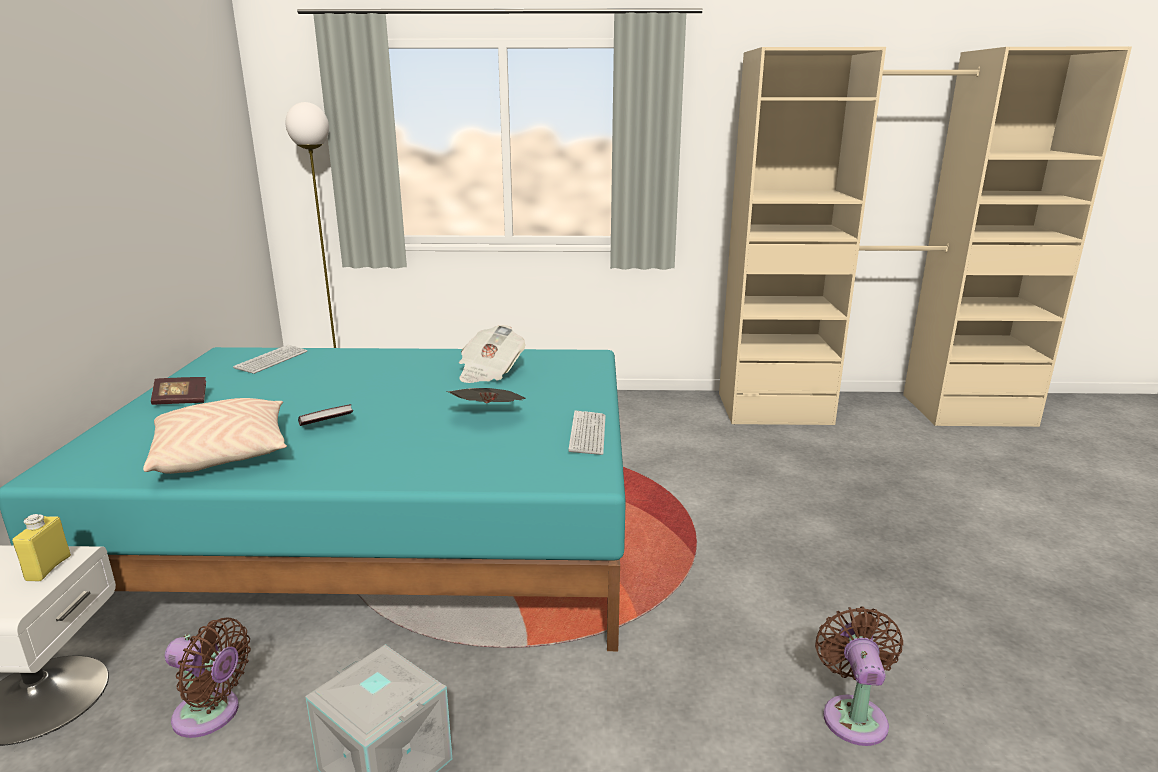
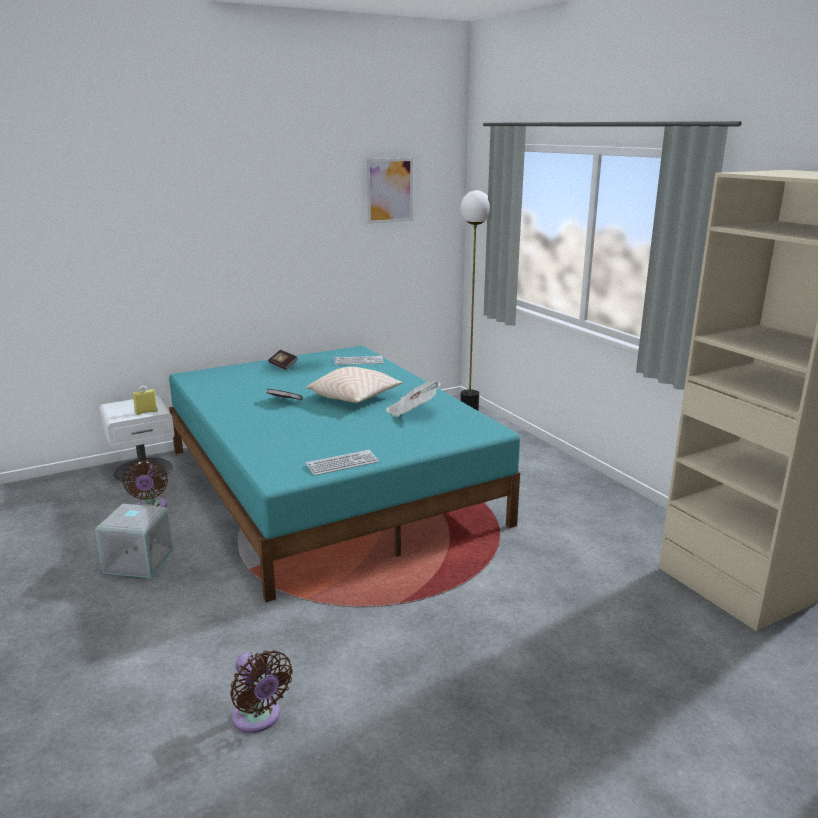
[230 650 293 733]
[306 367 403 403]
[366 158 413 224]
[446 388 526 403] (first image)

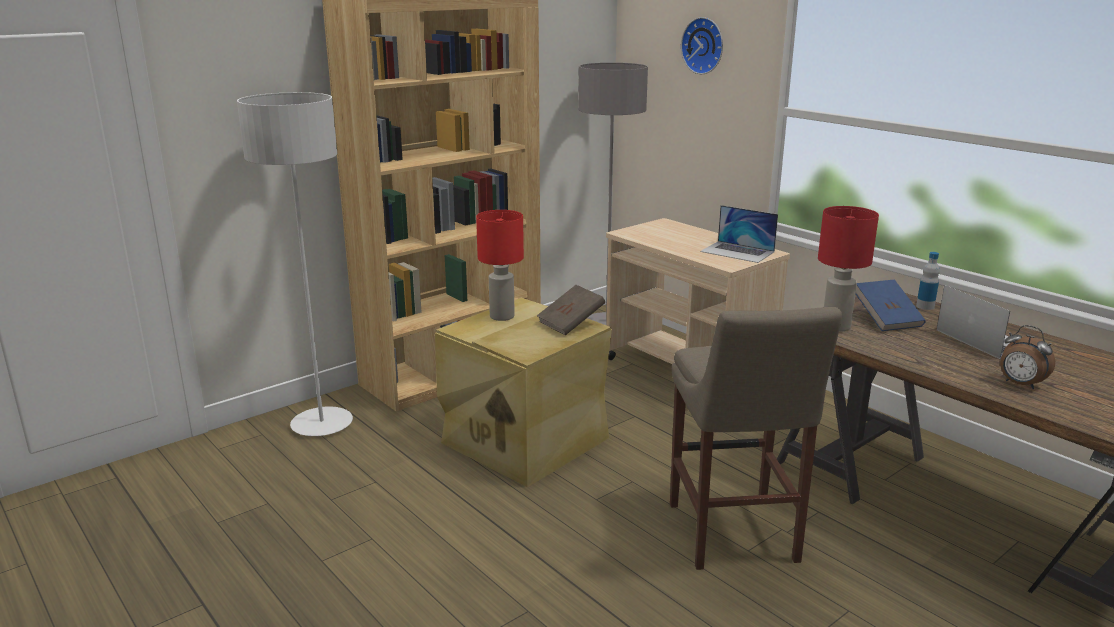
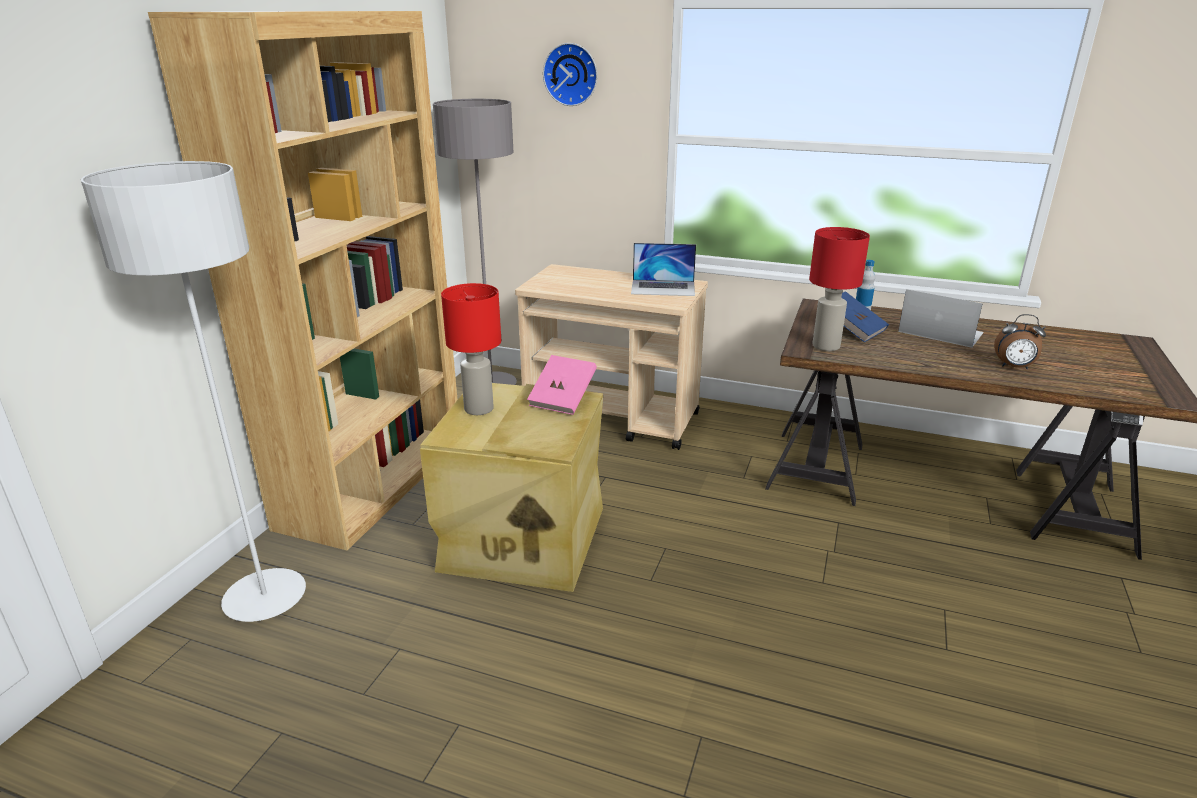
[527 355 597 415]
[670 307 842 570] (first image)

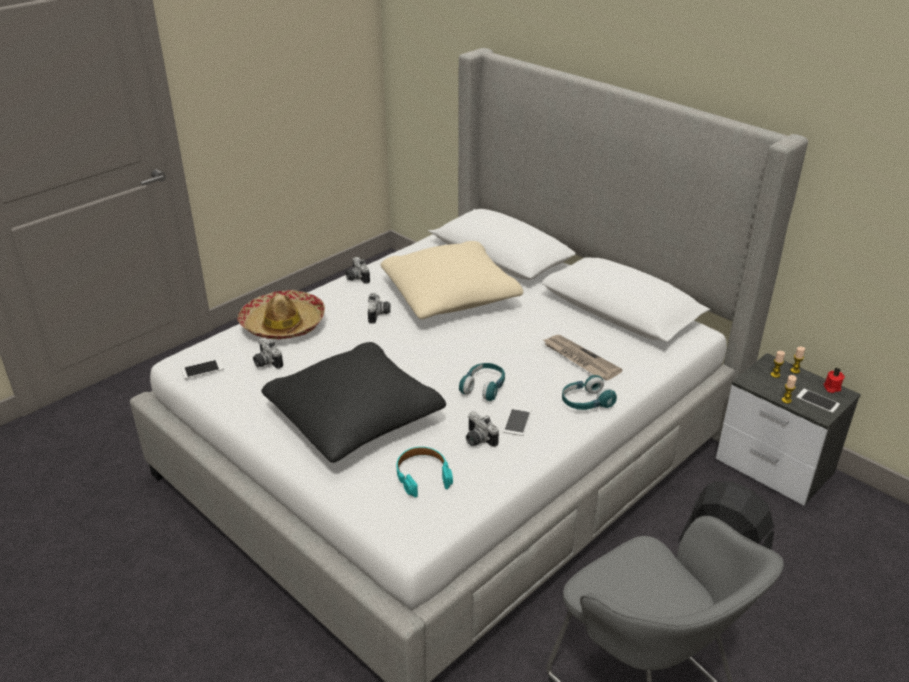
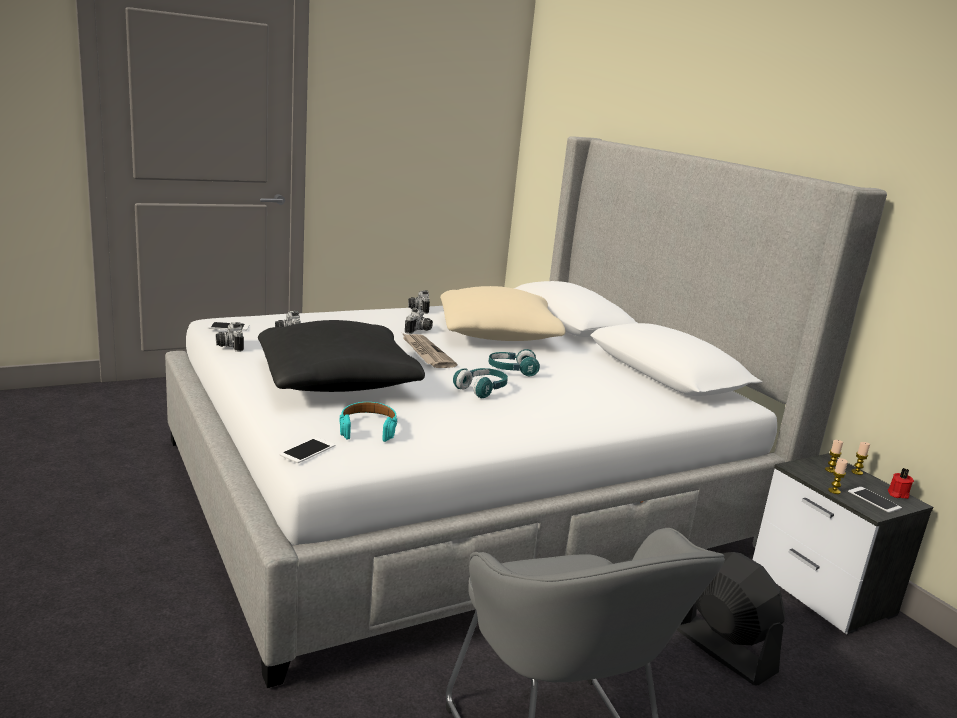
[216 322 244 352]
[279 437 335 463]
[402 333 457 368]
[489 349 540 376]
[237 290 325 339] (first image)

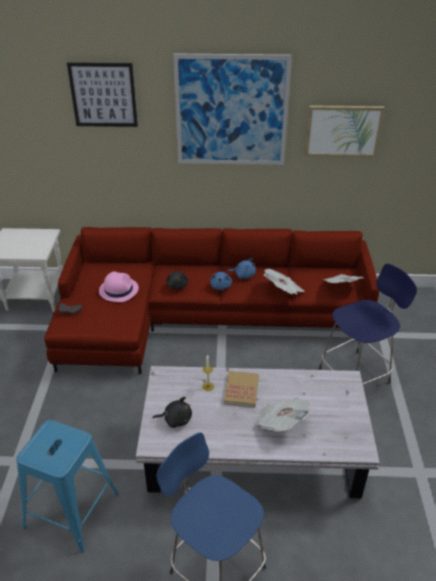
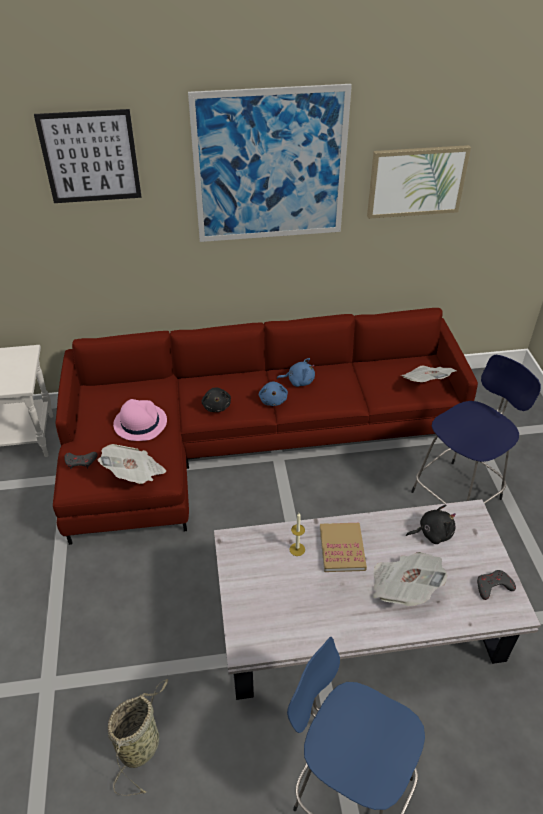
[97 444 166 484]
[108 679 168 796]
[406 505 456 544]
[477 570 516 600]

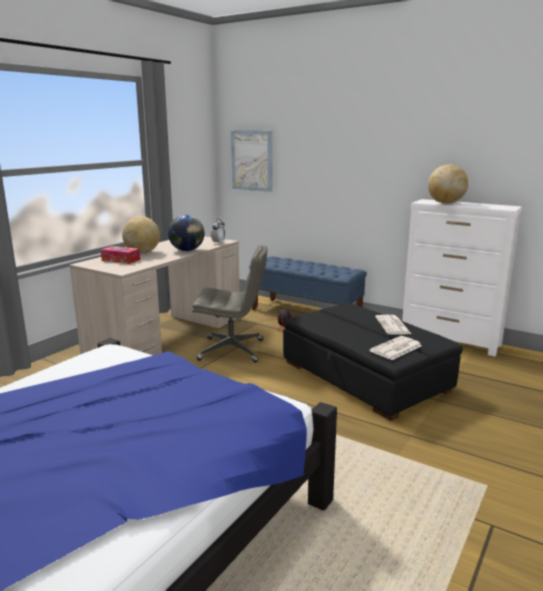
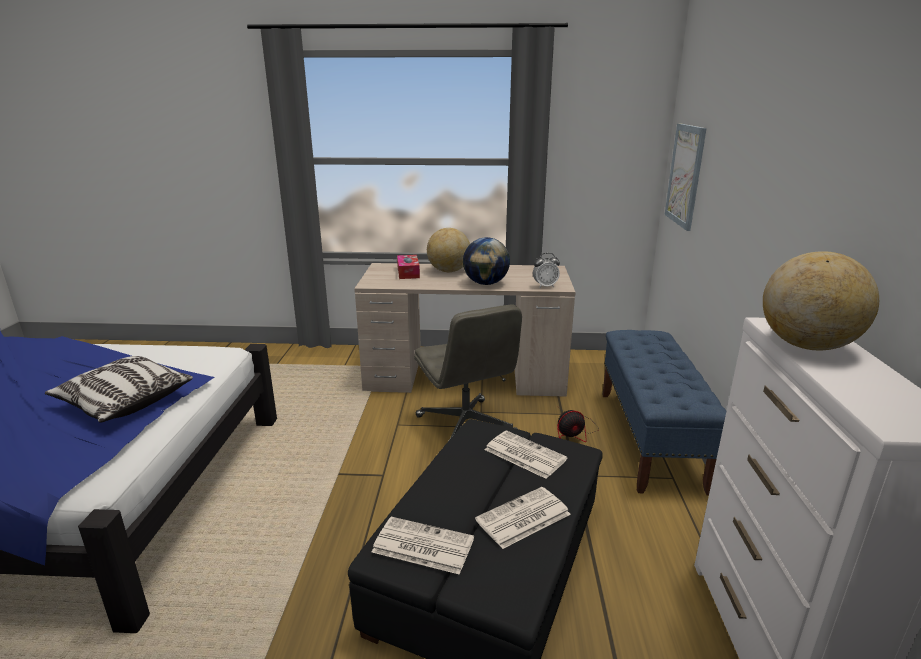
[45 356 193 423]
[485 430 567 479]

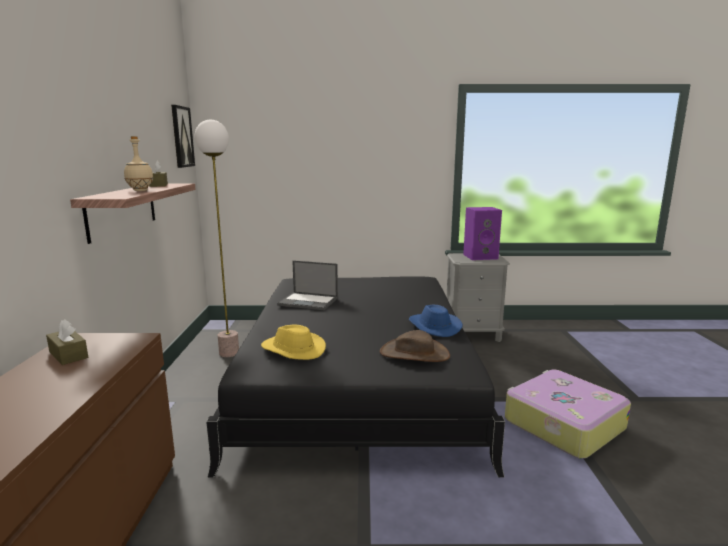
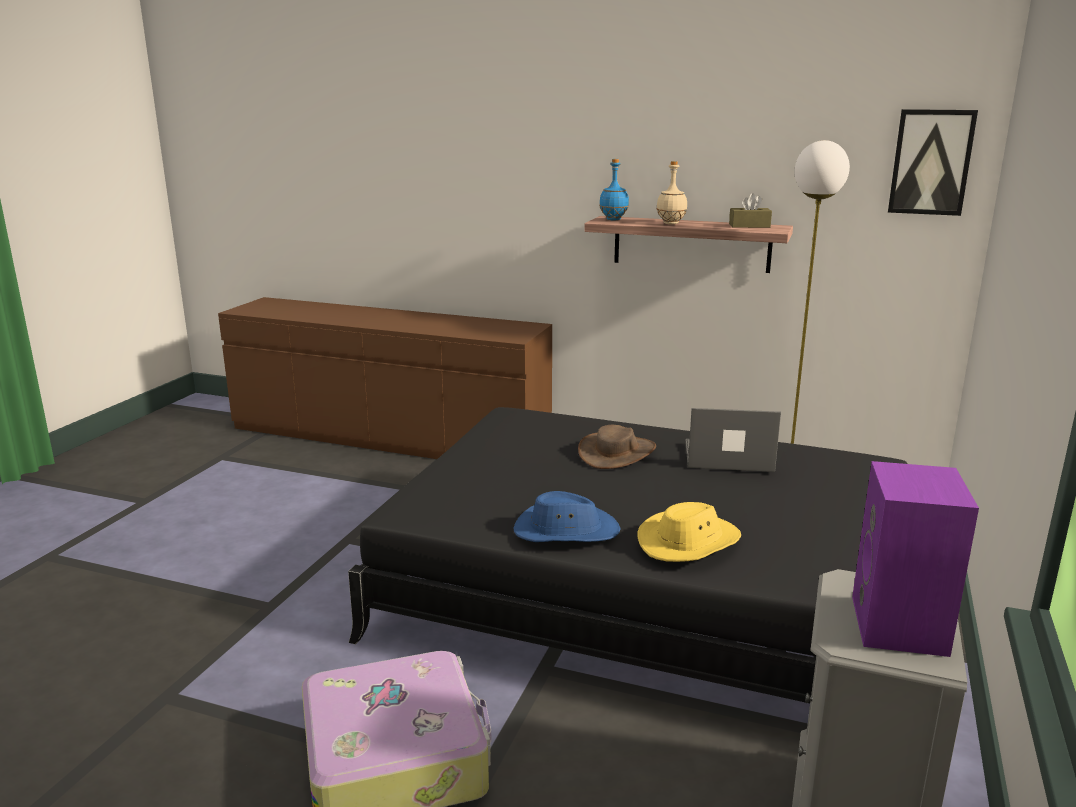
[578 425 656 469]
[599 159 629 221]
[638 502 741 562]
[685 408 781 472]
[46 319 88 365] (first image)

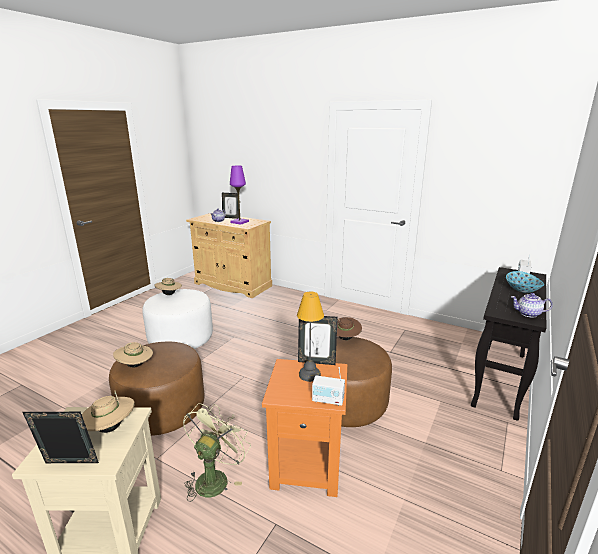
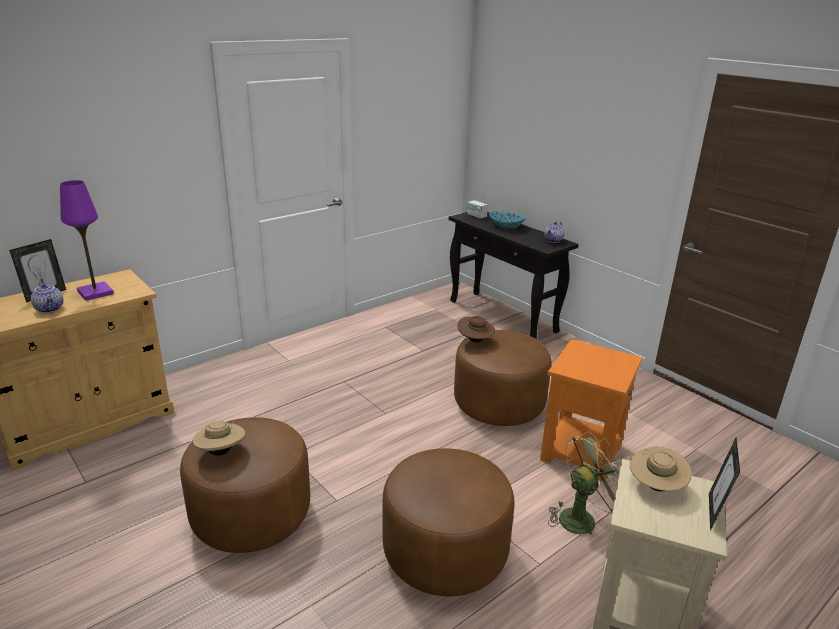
[180 417 310 553]
[548 431 623 538]
[113 342 153 368] (first image)
[297 292 324 382] (first image)
[298 316 338 365] (first image)
[312 367 345 406] (first image)

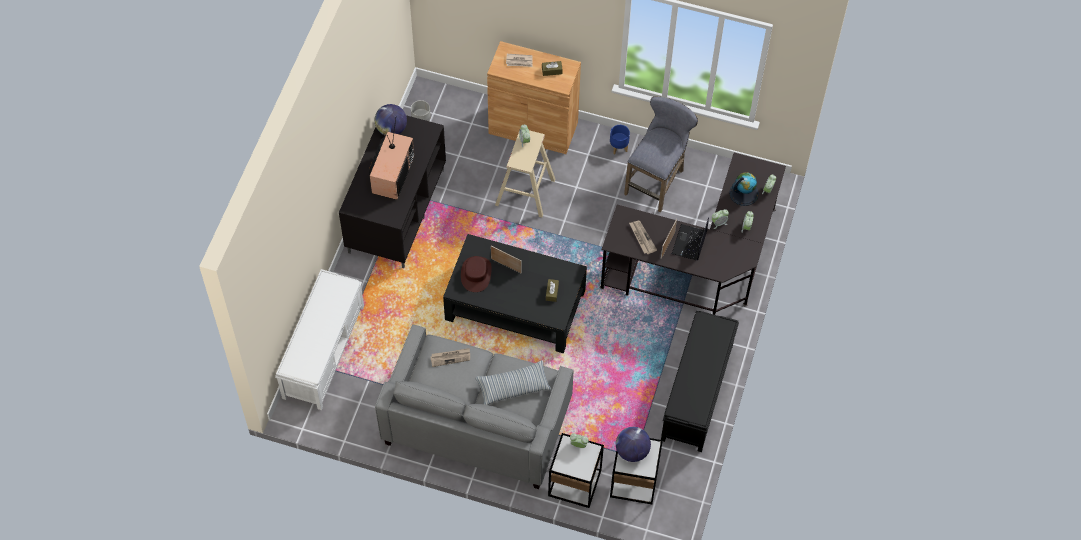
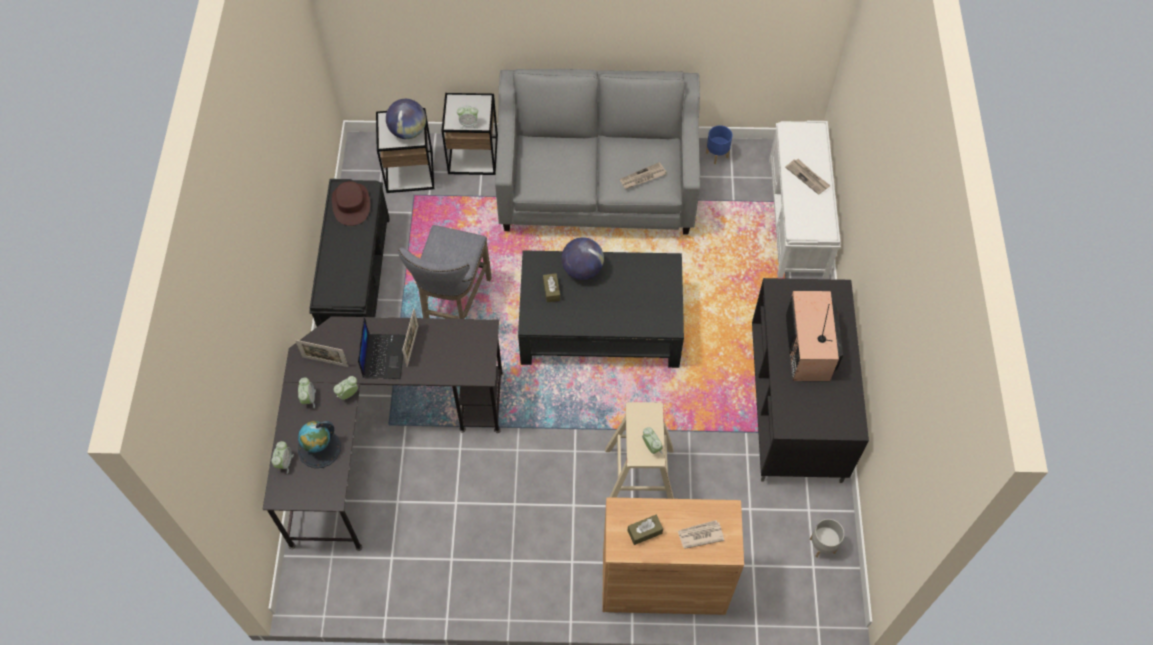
[295 340 348 367]
[332 181 370 226]
[398 225 492 319]
[561 237 604 280]
[706 125 733 164]
[785 159 831 195]
[475 360 551 405] (first image)

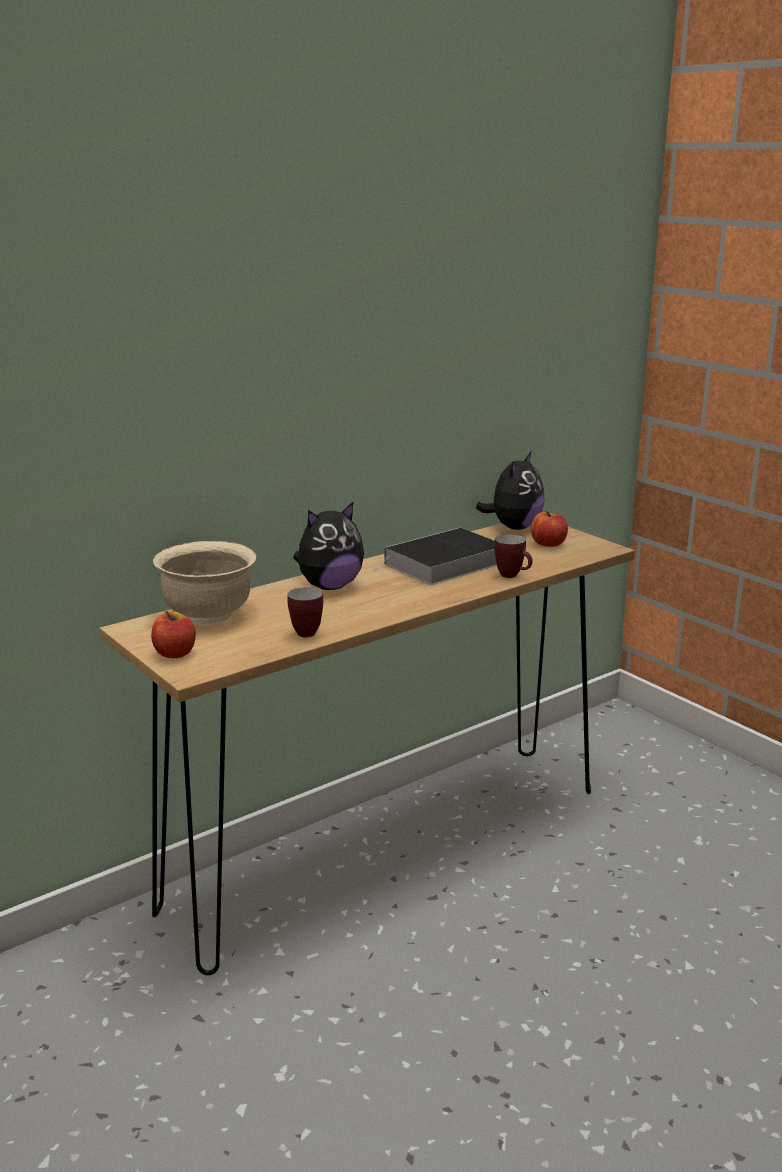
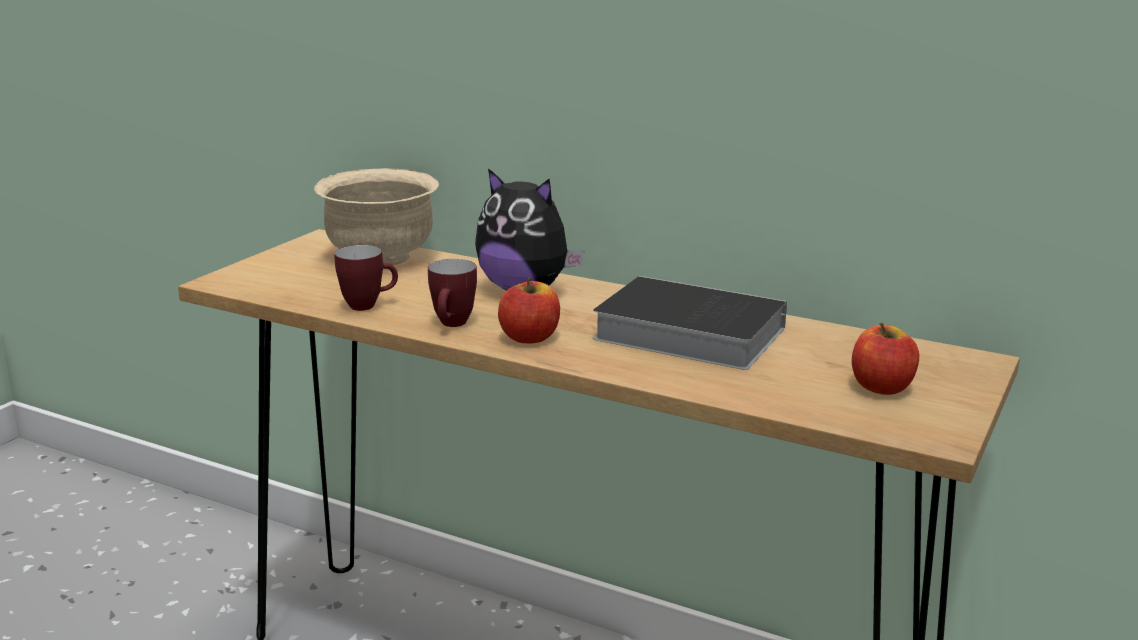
[428 259 477 327]
[498 278 560 343]
[476 452 545 530] (first image)

